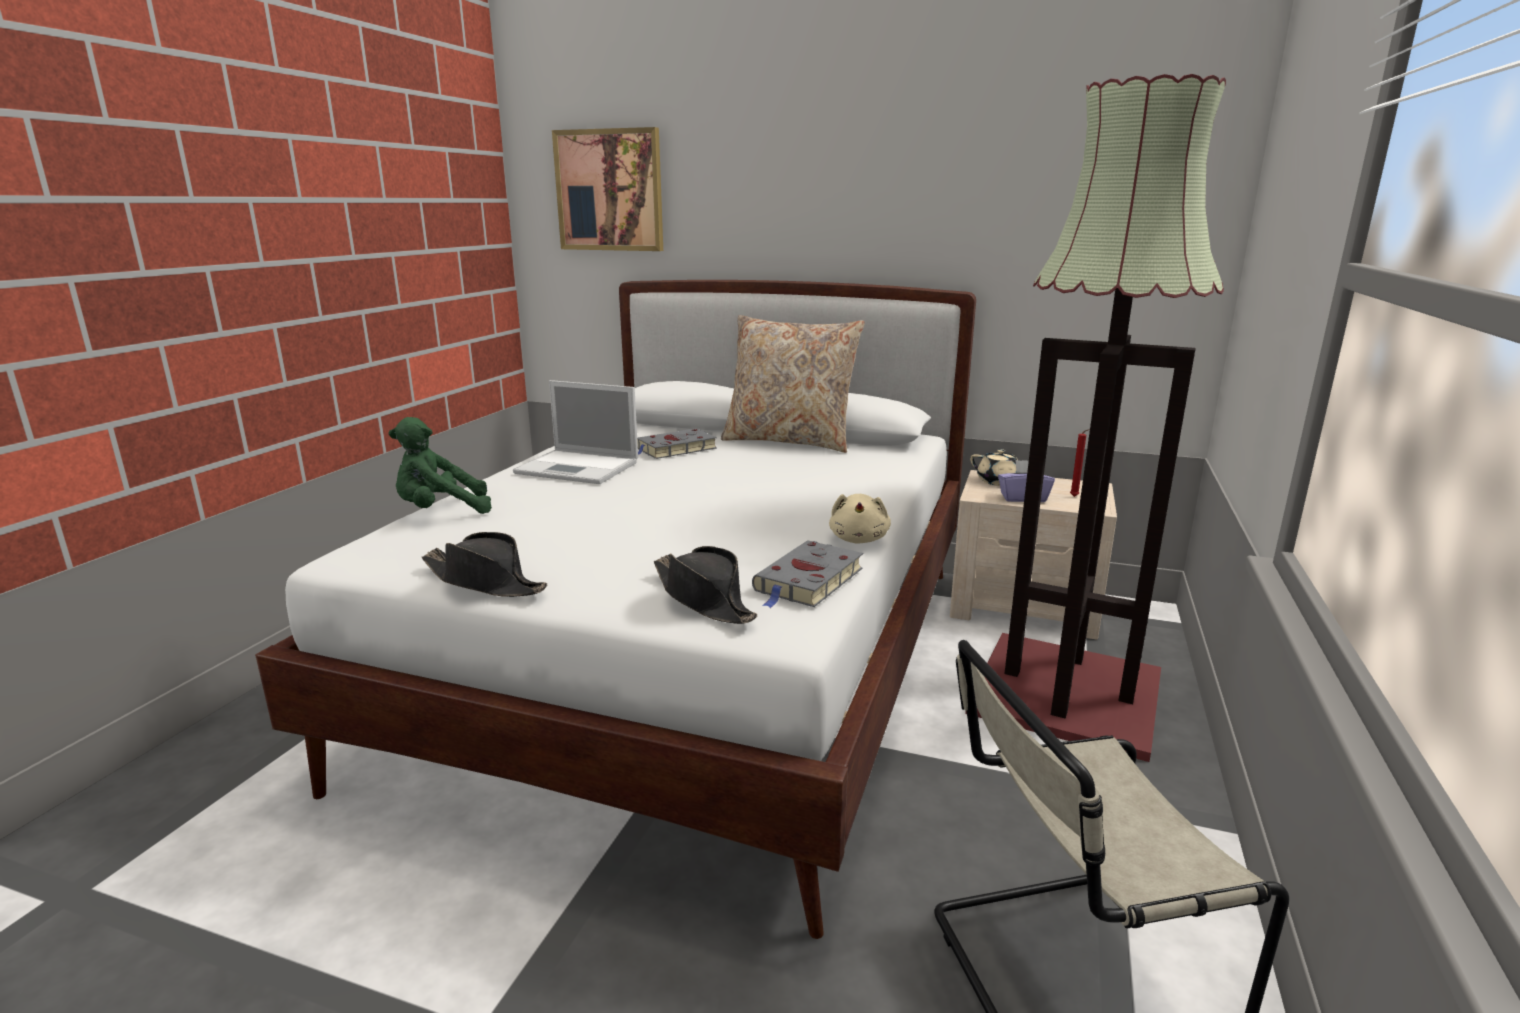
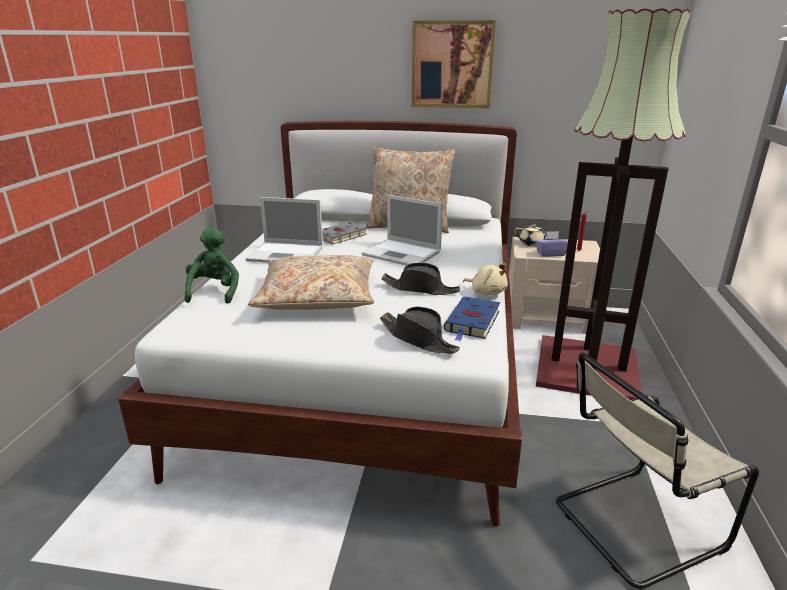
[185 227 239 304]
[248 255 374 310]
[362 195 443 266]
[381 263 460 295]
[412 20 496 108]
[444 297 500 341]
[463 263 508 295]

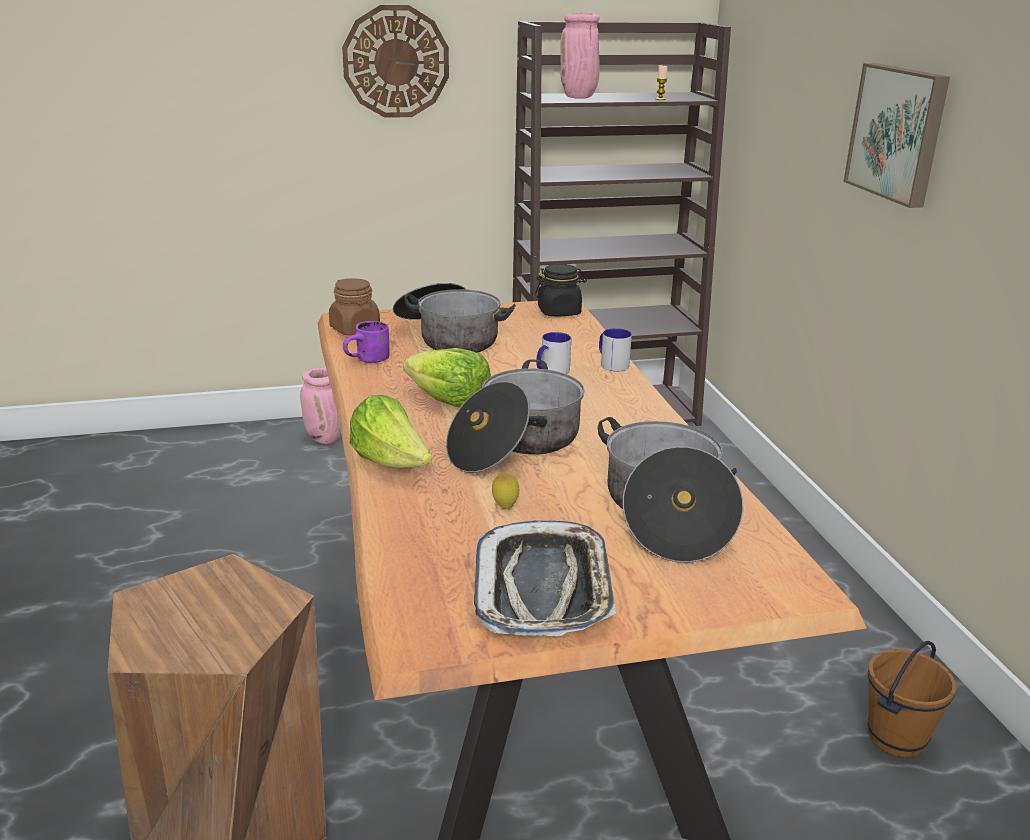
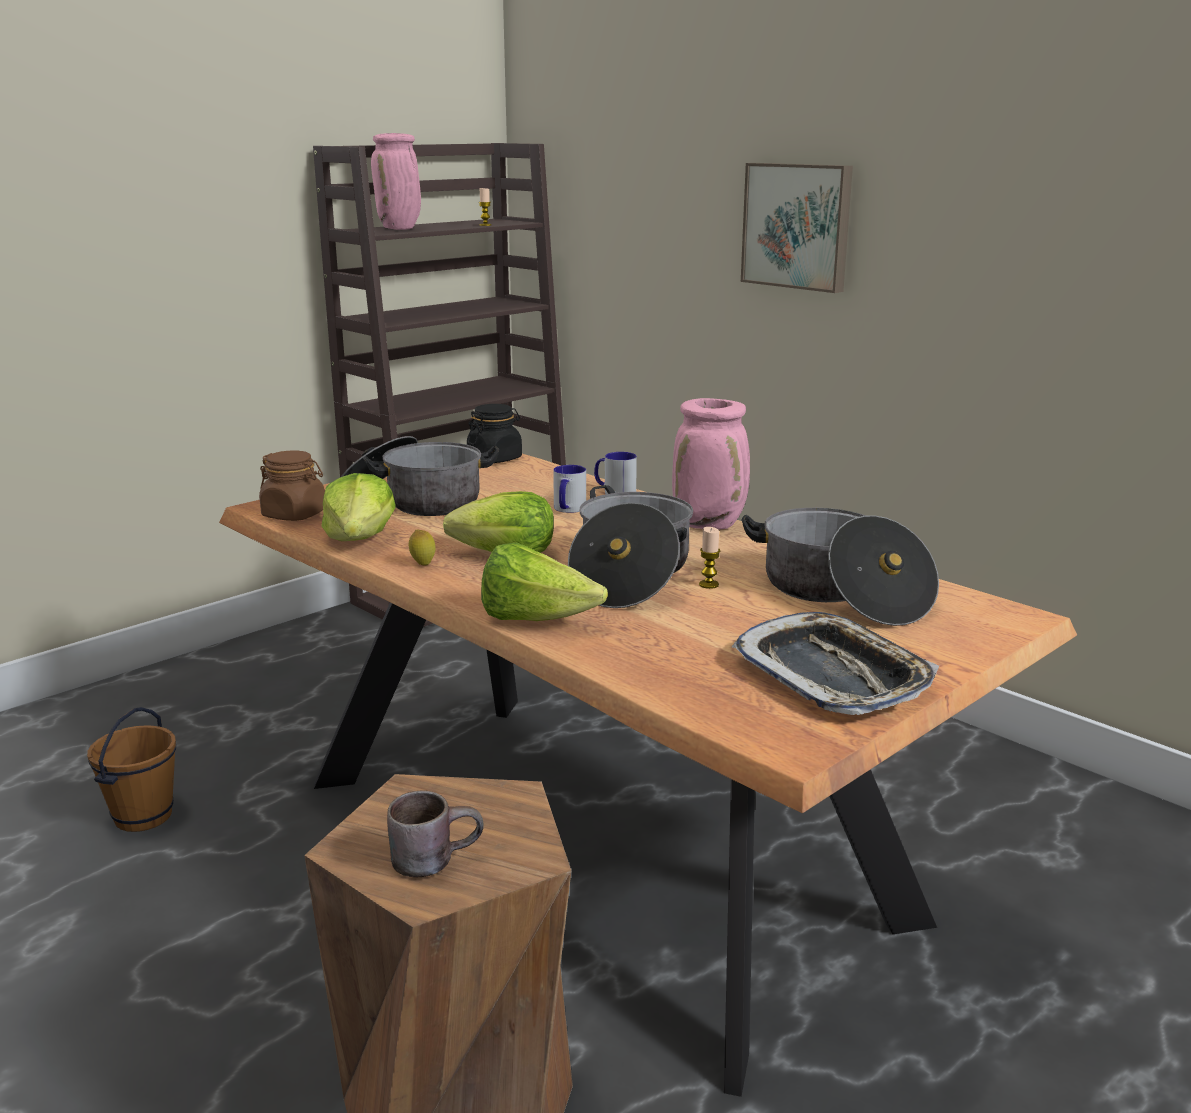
[87 707 176 832]
[321 473 396 541]
[387 790 484 877]
[409 530 436 565]
[672 398 750 529]
[699 527 721 589]
[342 5 449 118] (first image)

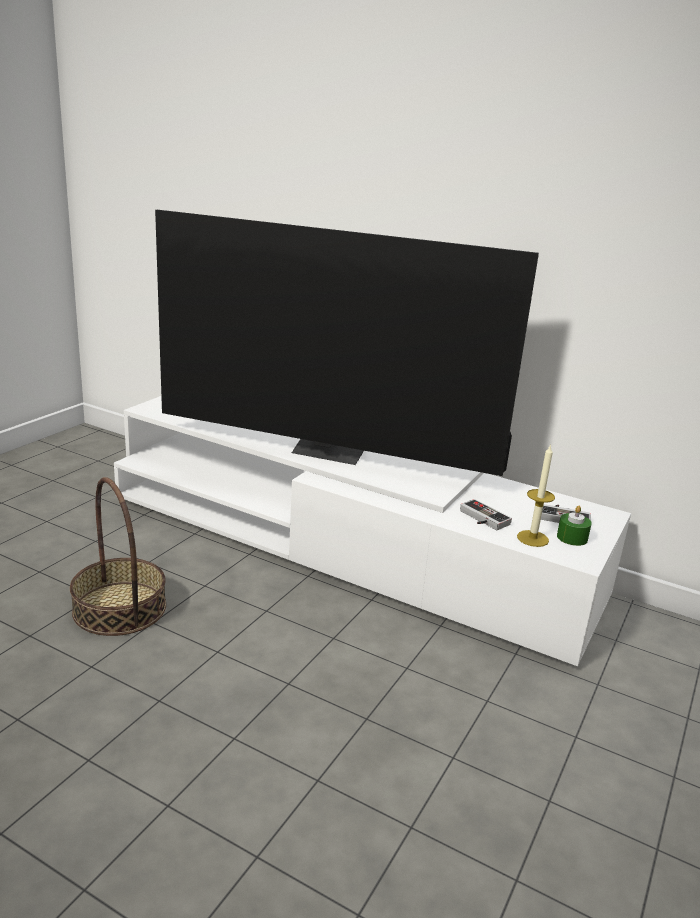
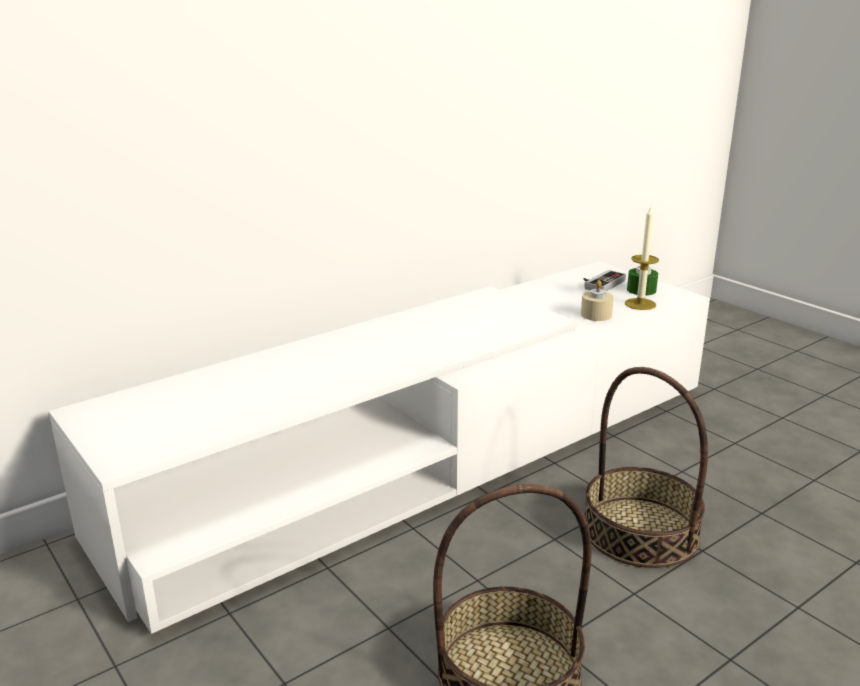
[581 280 614 321]
[585 367 708 568]
[155 210 539 476] (first image)

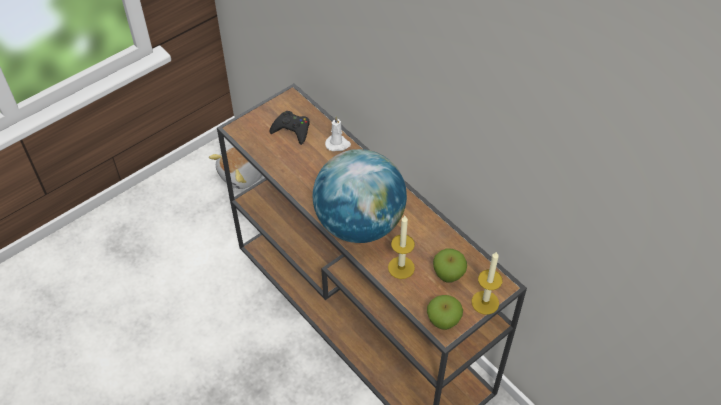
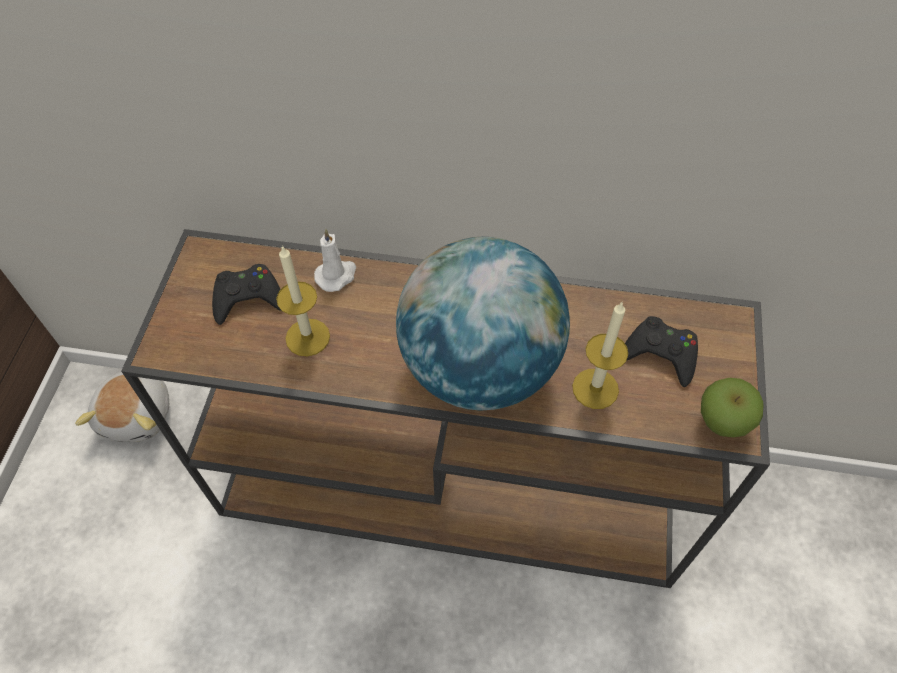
[276 245 330 356]
[625 316 698 387]

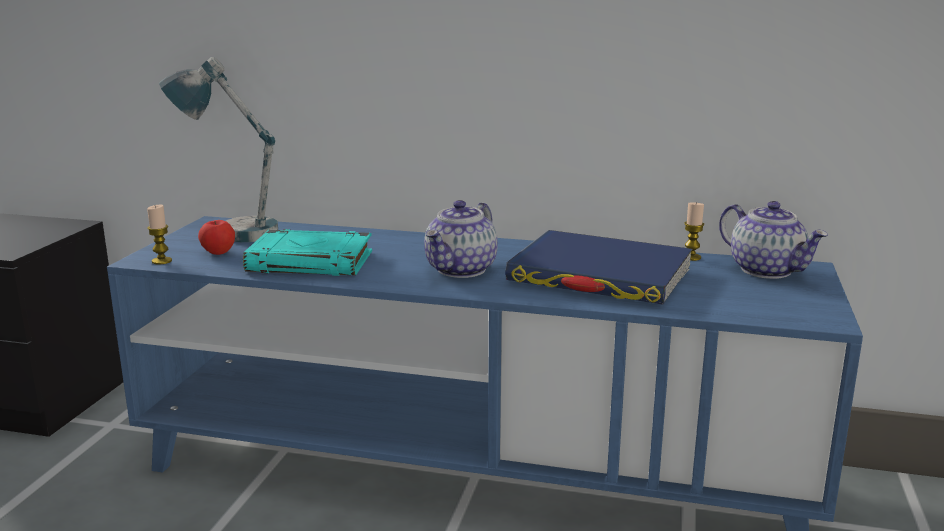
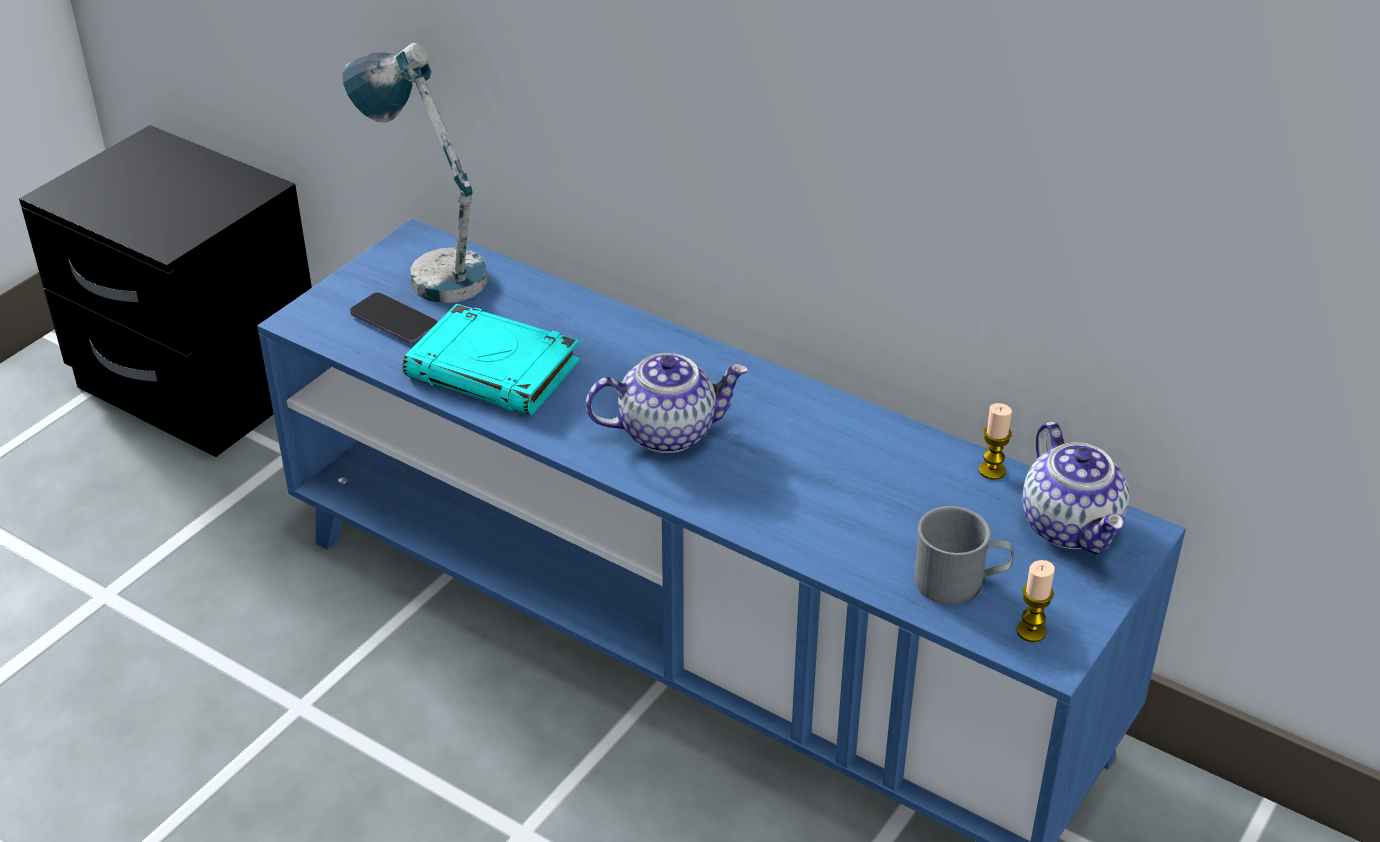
[350 292 438 344]
[585 353 748 453]
[914 506 1014 604]
[1016 560 1055 642]
[505 230 692 305] (first image)

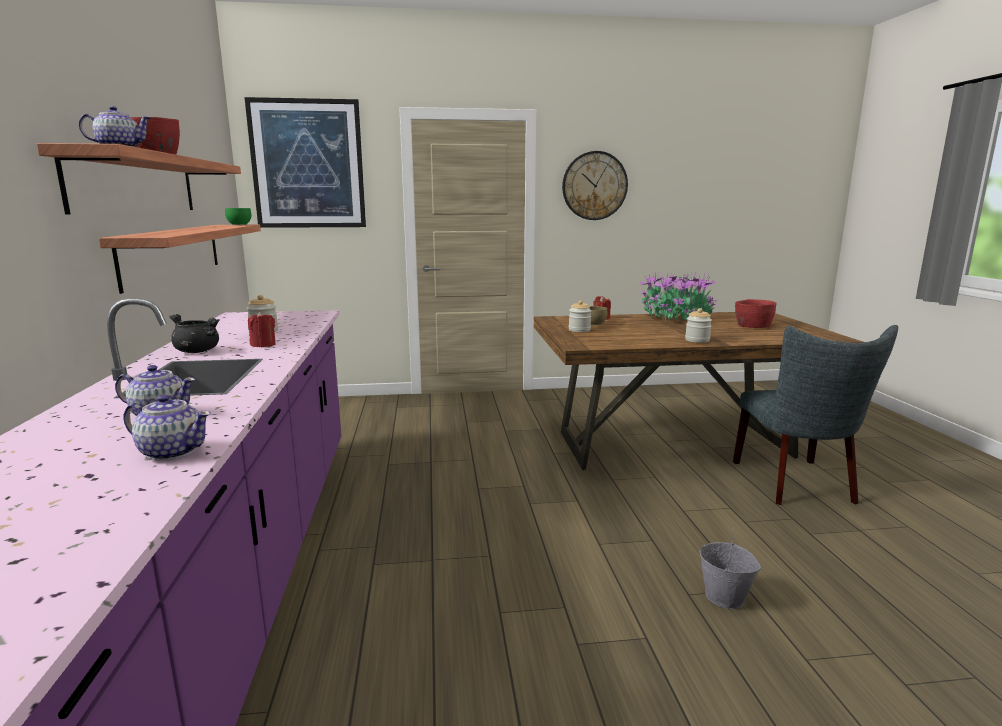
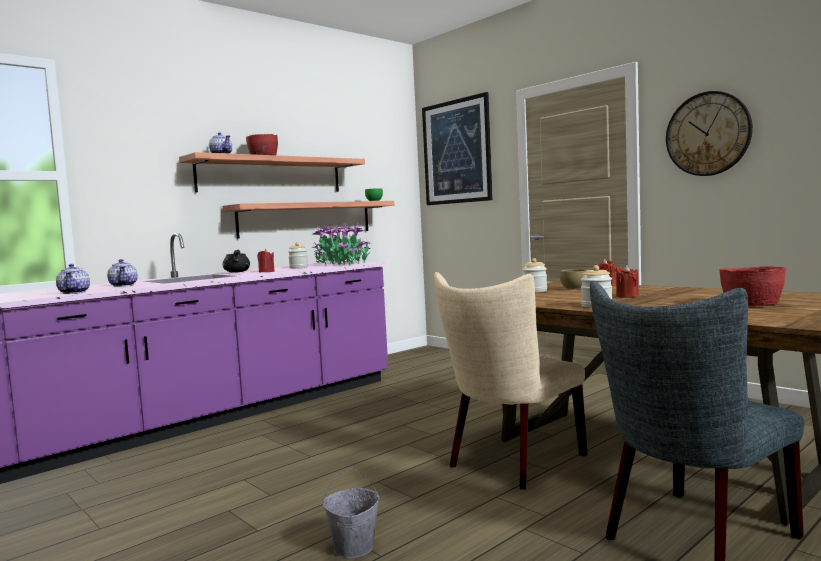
[311 222 371 265]
[434 272 587 489]
[616 265 639 298]

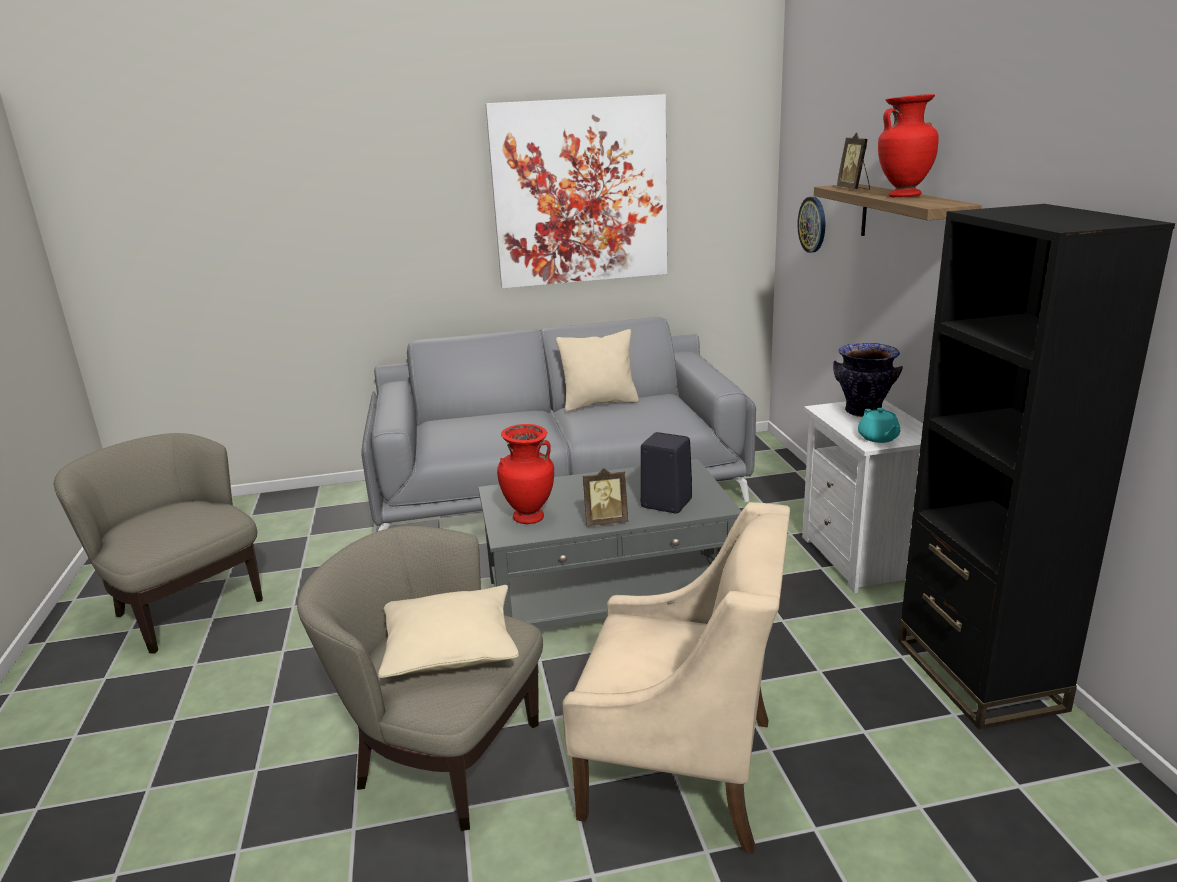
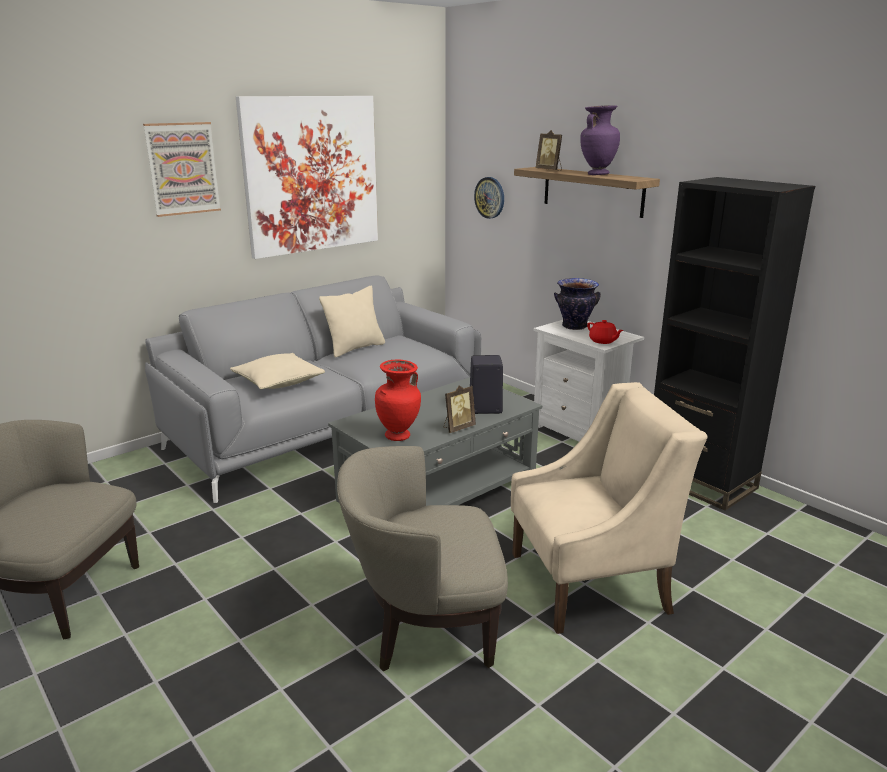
[143 122 221 217]
[230 353 325 389]
[580 106 620 175]
[587 320 624 344]

